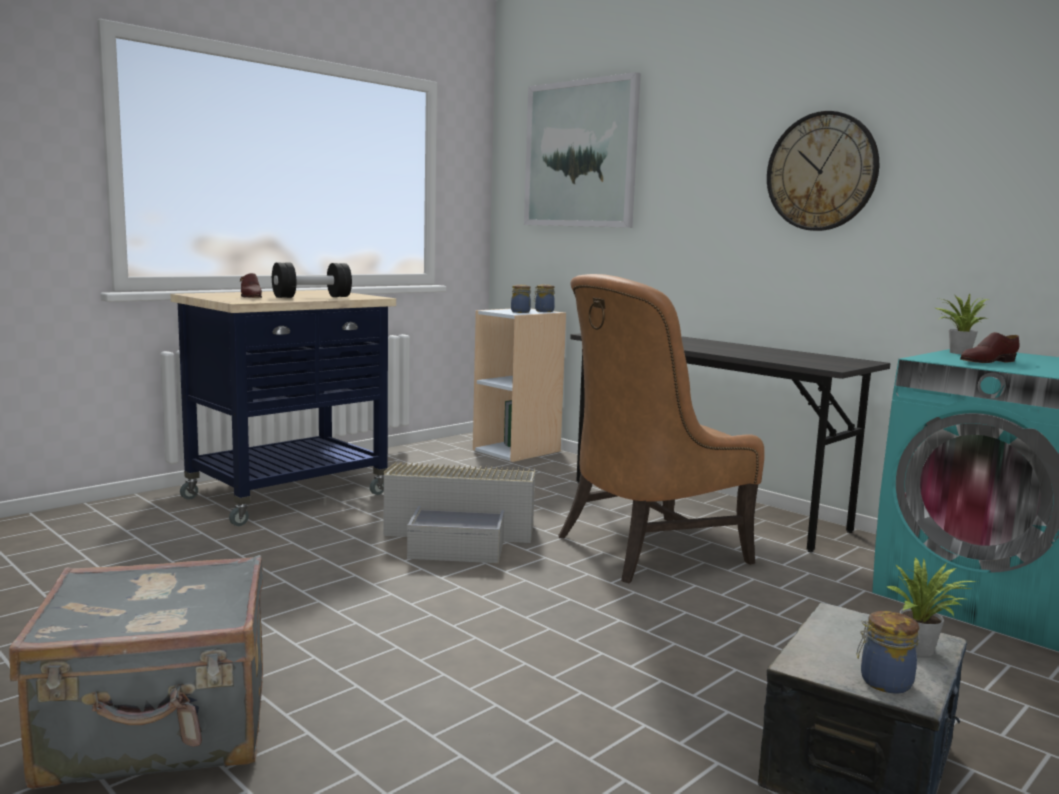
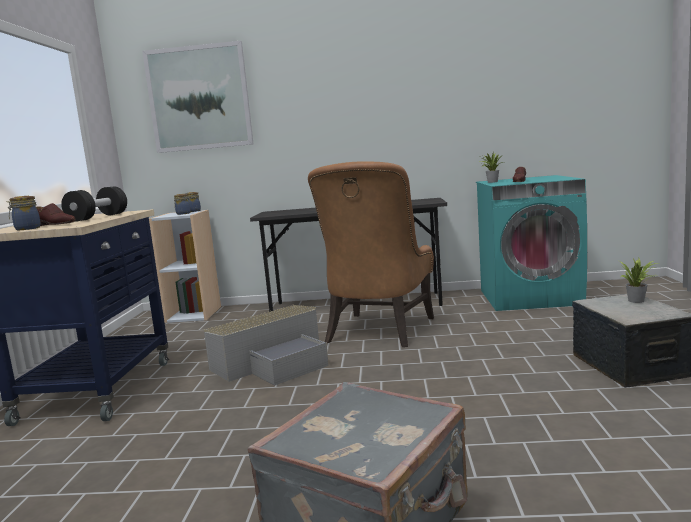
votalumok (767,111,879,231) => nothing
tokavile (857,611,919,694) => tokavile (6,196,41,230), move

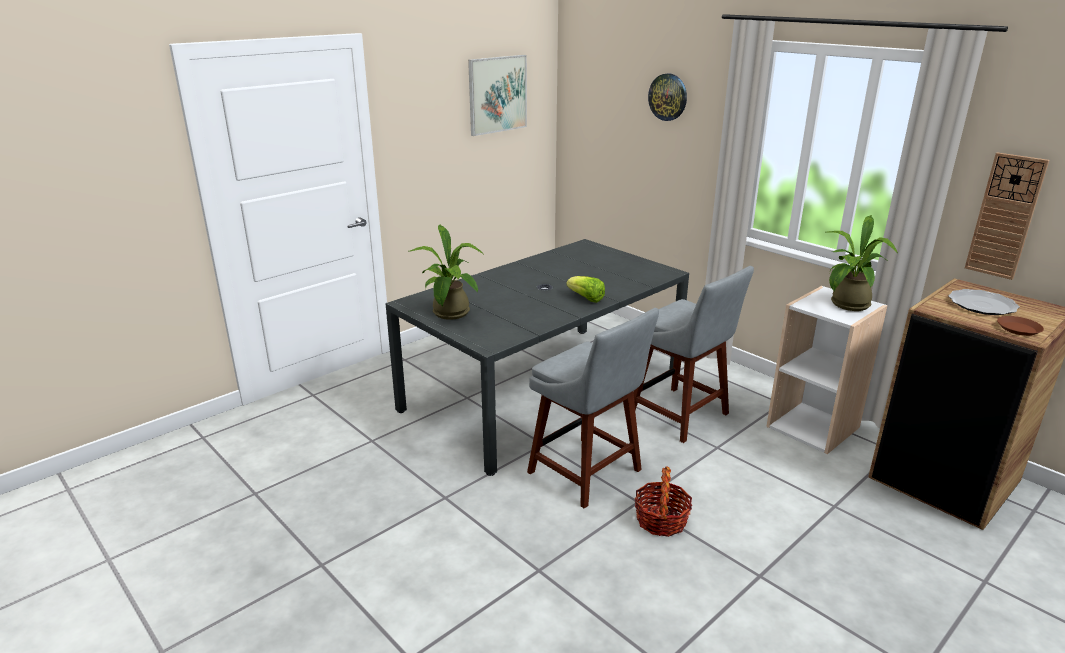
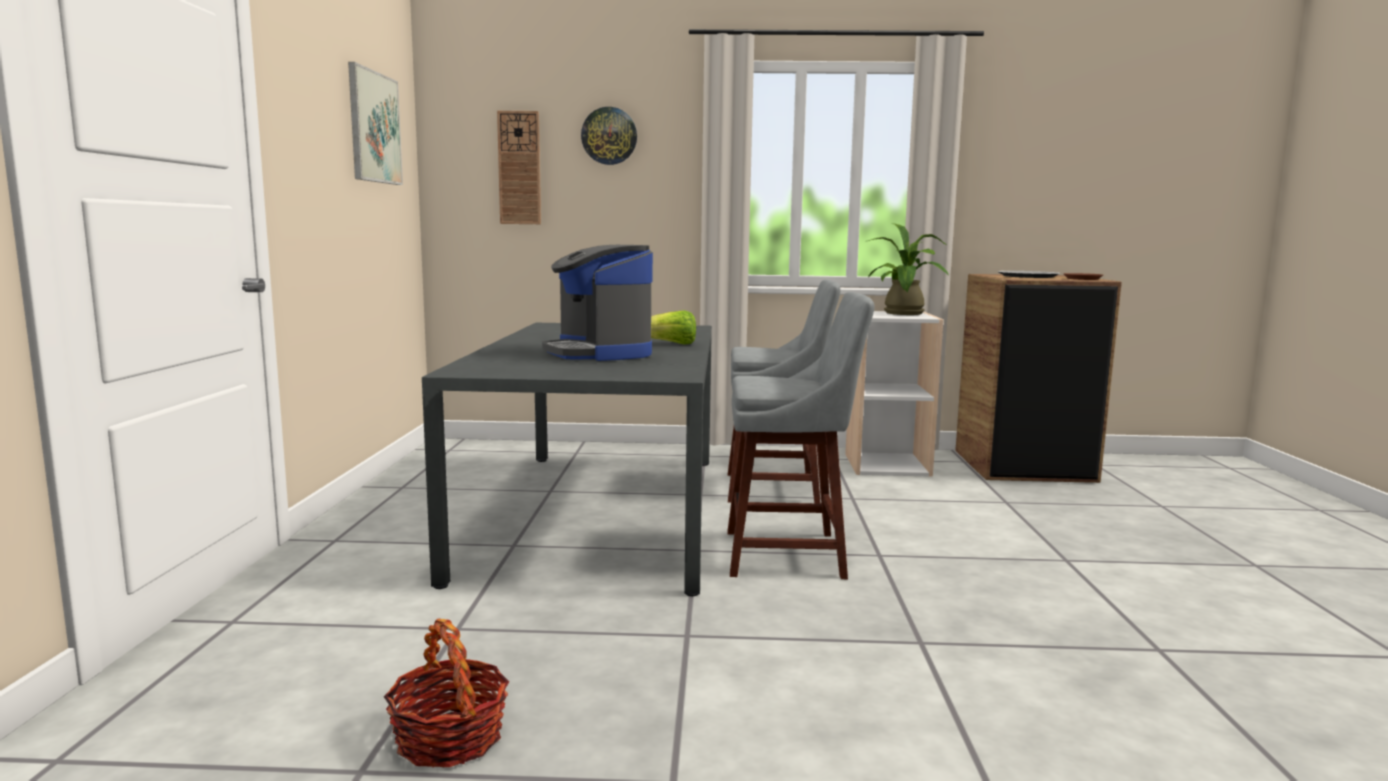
votalumok (965,152,1049,280) => votalumok (497,111,541,224), move
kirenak (408,224,483,320) => nothing
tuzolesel (634,466,692,537) => tuzolesel (384,619,509,767), move
nothing => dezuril (542,245,653,361)

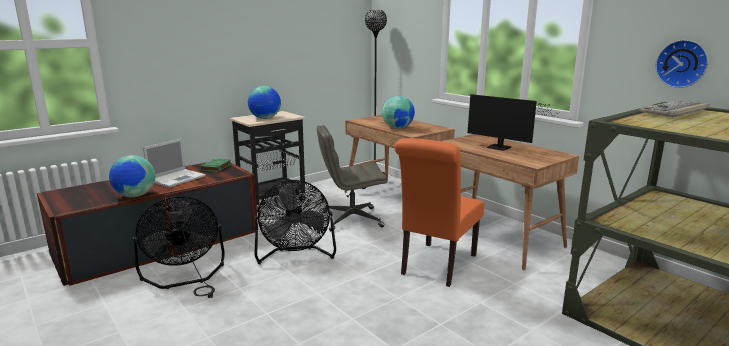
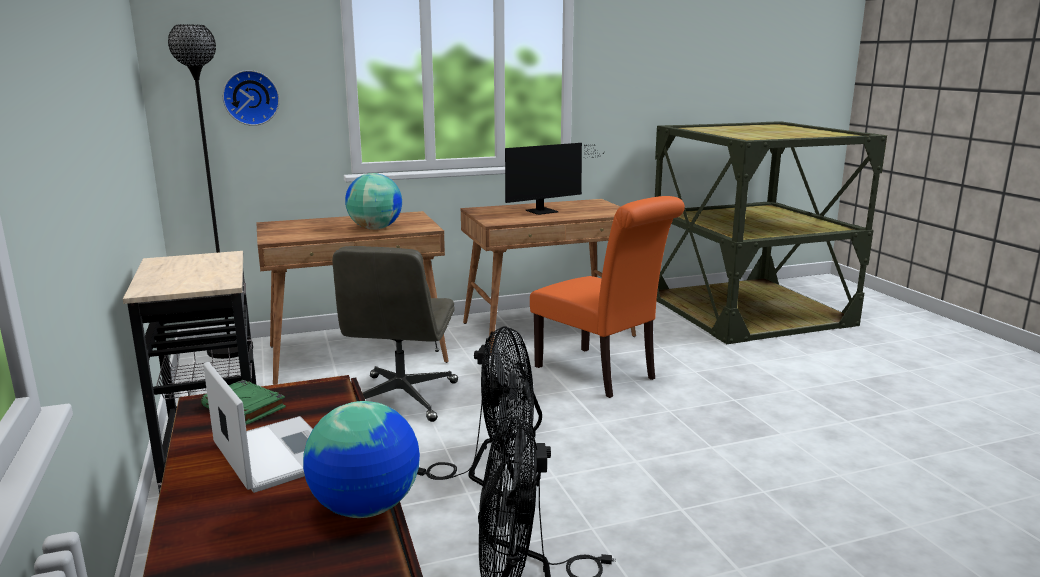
votalumok (655,40,708,88) => votalumok (222,70,280,126), move
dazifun (248,86,281,119) => nothing
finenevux (639,101,710,117) => nothing

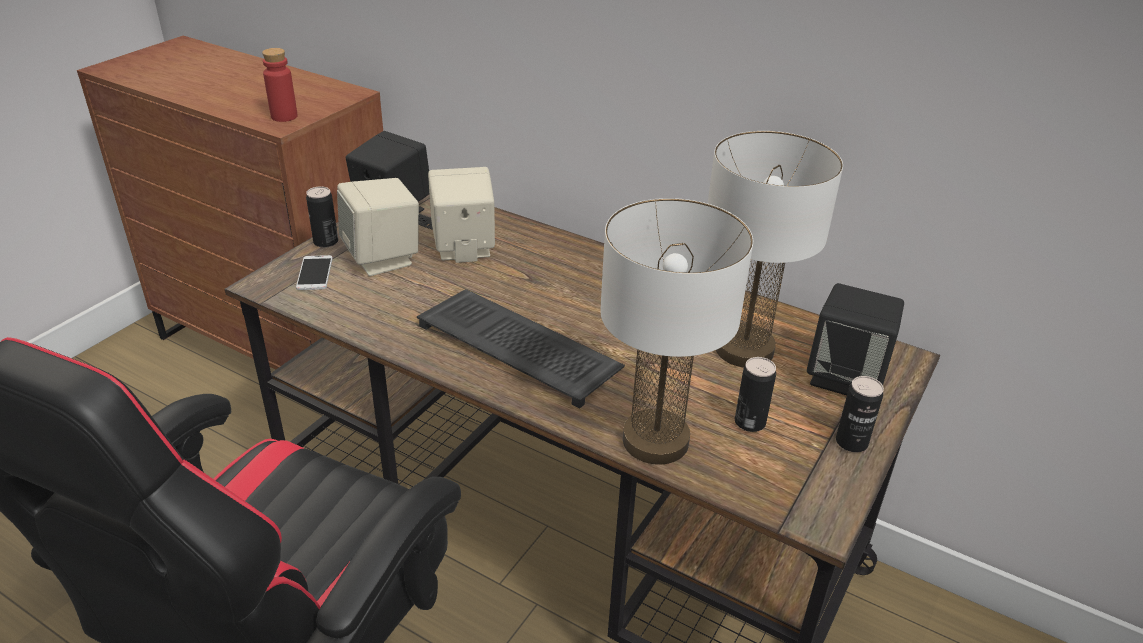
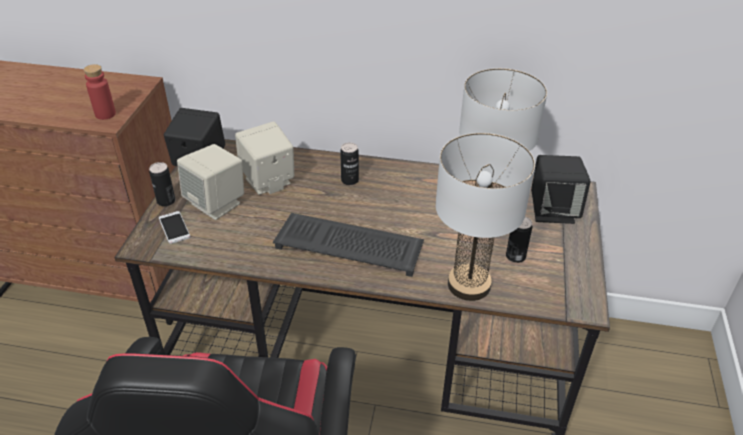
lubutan (836,376,884,452) => lubutan (340,142,359,185), move

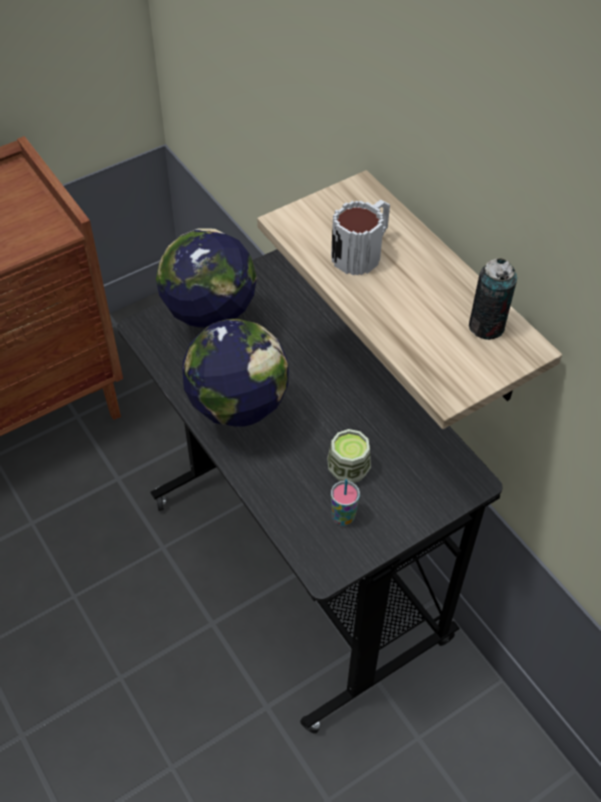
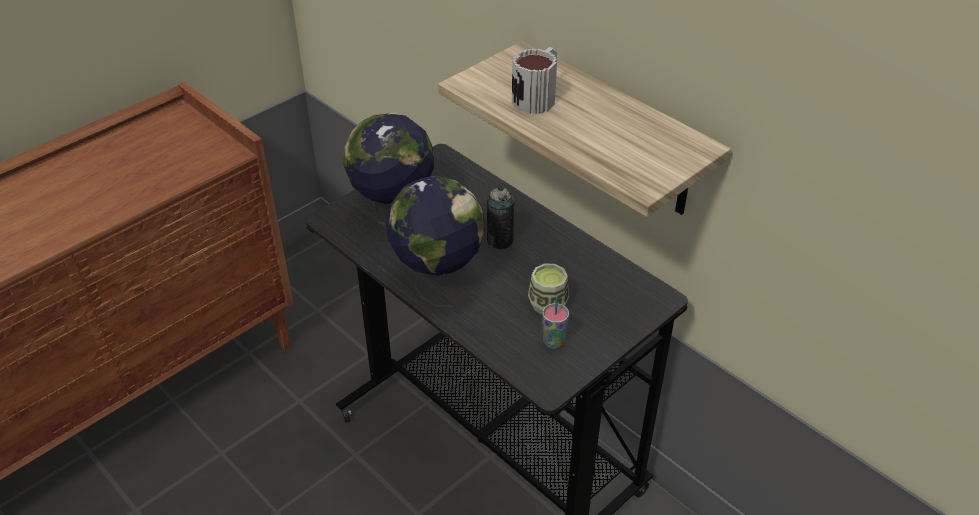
lubutan (469,258,517,340) => lubutan (487,187,514,249), move

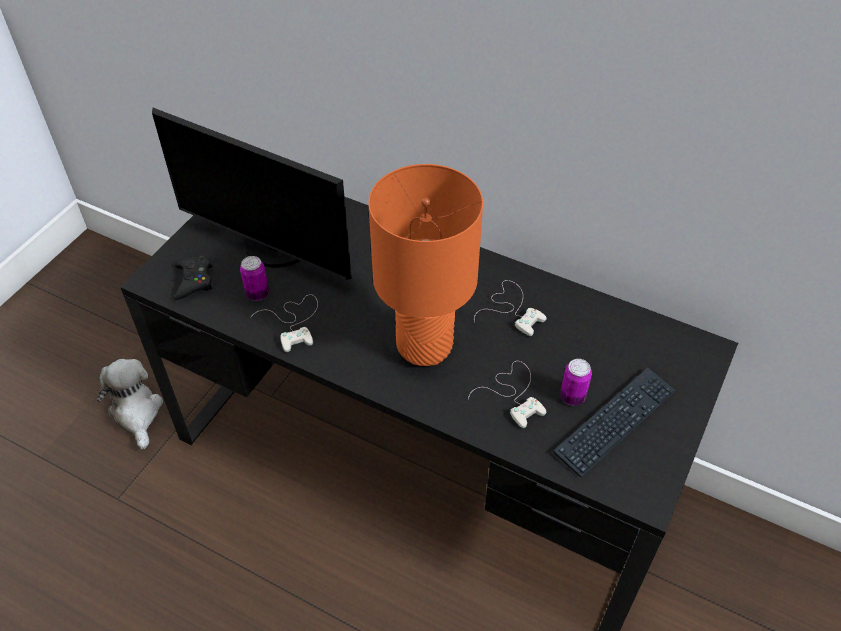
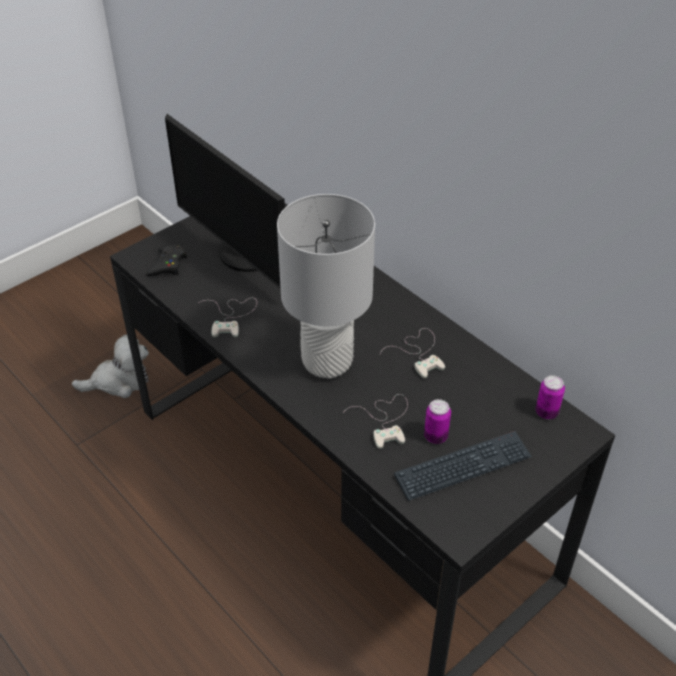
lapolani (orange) (368,164,483,366) => lapolani (grey) (277,194,375,379)
lubutan (240,256,269,301) => lubutan (536,375,565,419), move
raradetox (97,359,163,450) => raradetox (72,335,149,398), 75 degrees clockwise

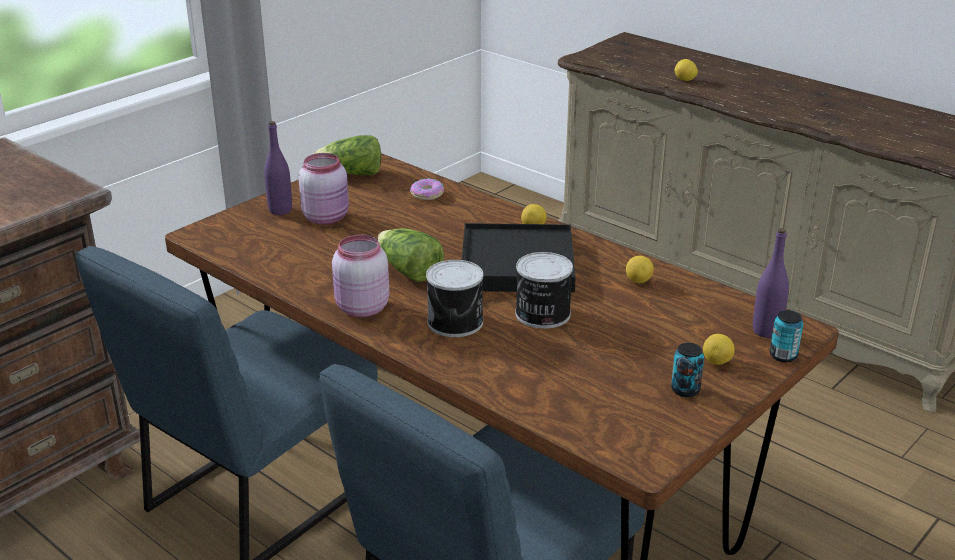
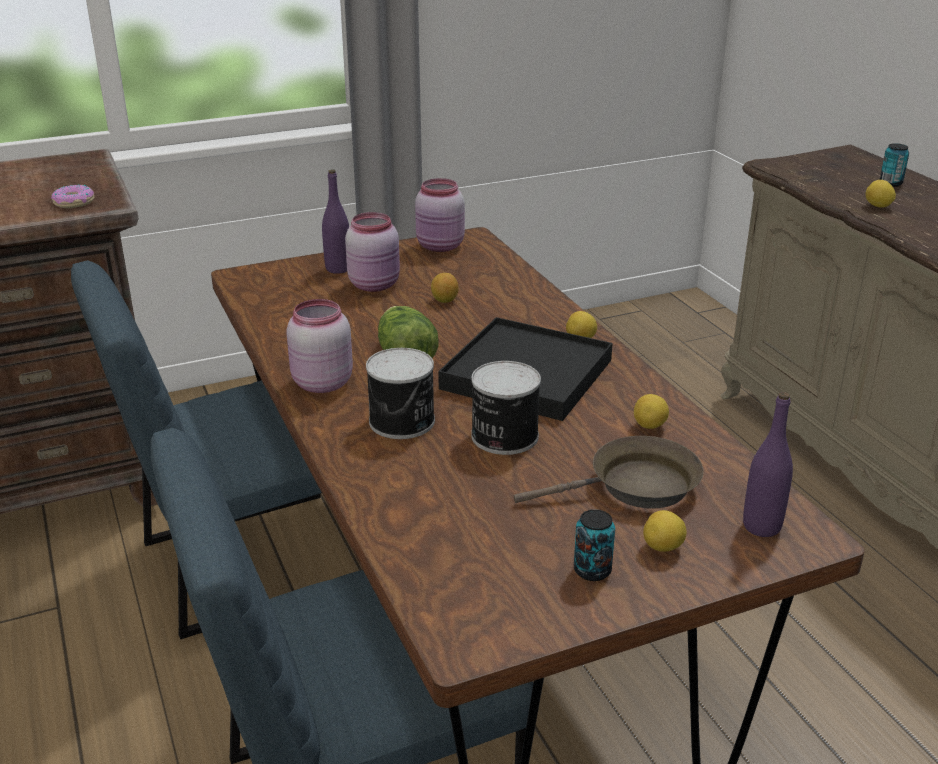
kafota (313,135,381,175) => tokavile (pink) (415,178,465,252)
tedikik (410,178,444,200) => tedikik (51,184,94,208), move
lubutan (770,310,803,362) => lubutan (880,143,909,187), move
nothing => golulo (431,273,459,303)
nothing => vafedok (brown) (514,436,704,509)

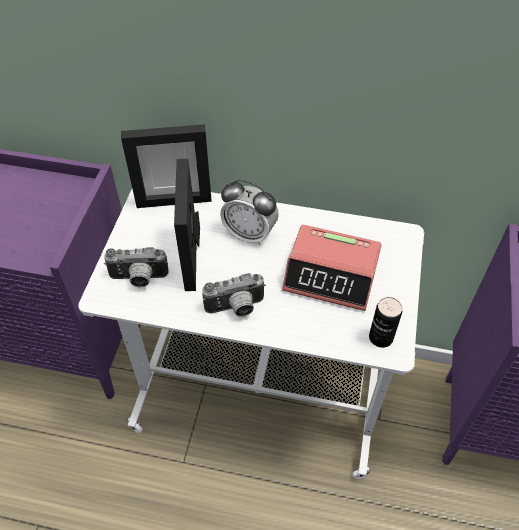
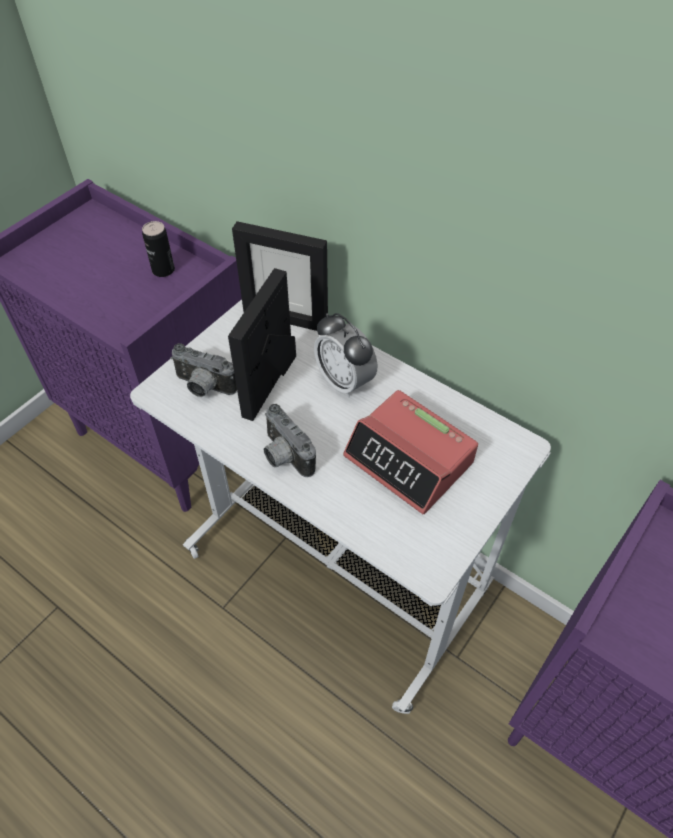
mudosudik (202,273,266,317) => mudosudik (264,404,316,477), 45 degrees clockwise
lubutan (369,297,402,348) => lubutan (142,221,175,277), move

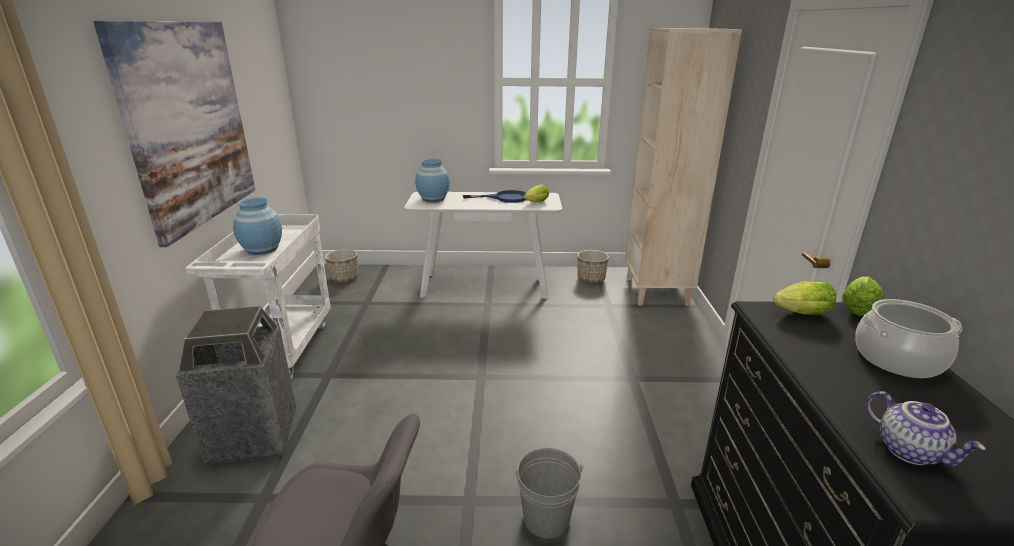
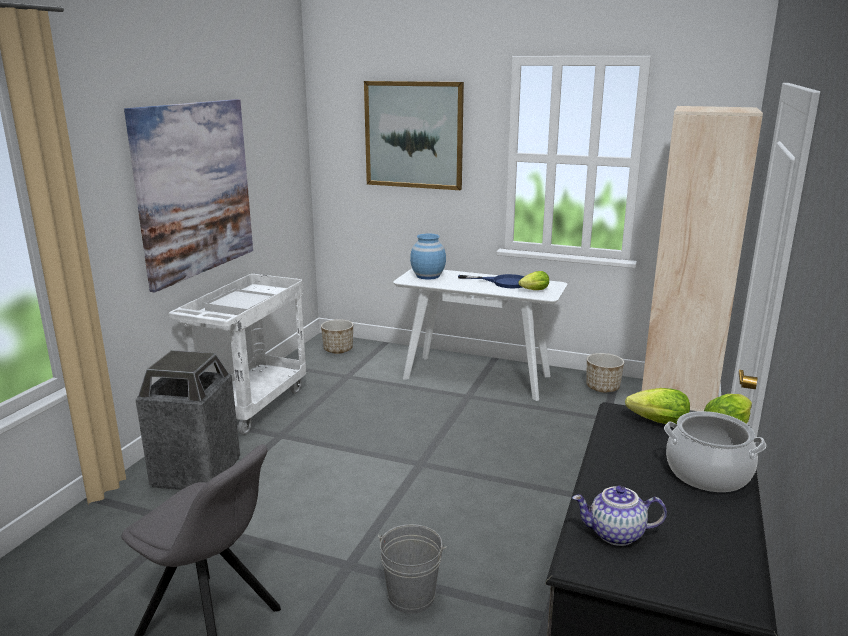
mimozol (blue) (233,198,282,255) => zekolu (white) (204,289,276,315)
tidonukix (865,391,986,466) => tidonukix (572,486,667,546), 105 degrees clockwise
nothing => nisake (364,81,464,190)

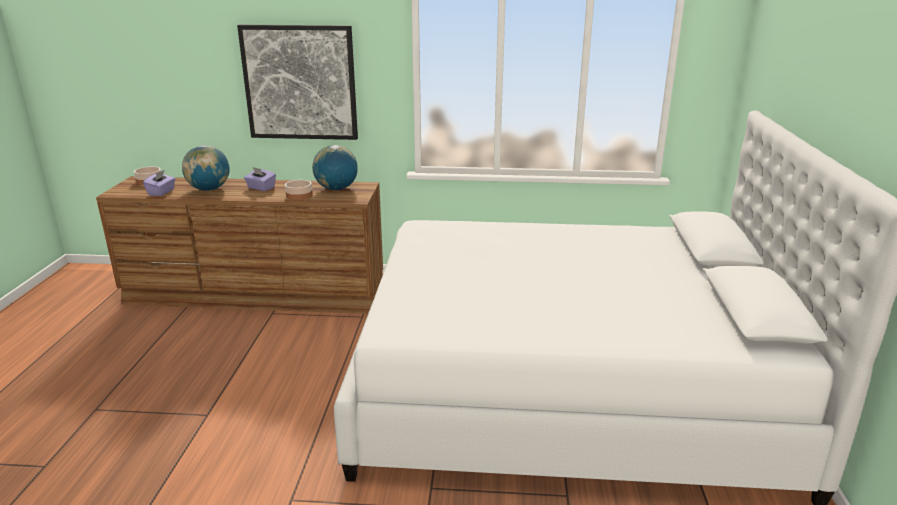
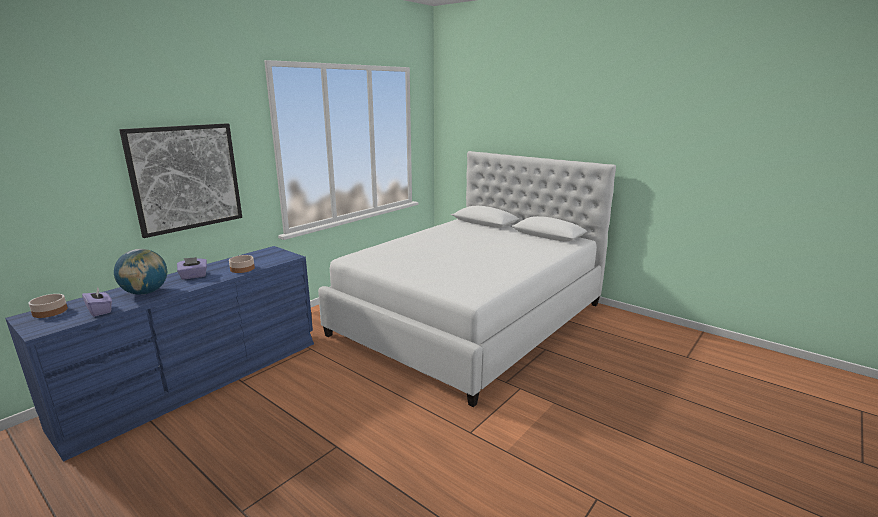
dazifun (312,145,358,190) => nothing
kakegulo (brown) (96,176,383,314) => kakegulo (blue) (5,246,314,462)

